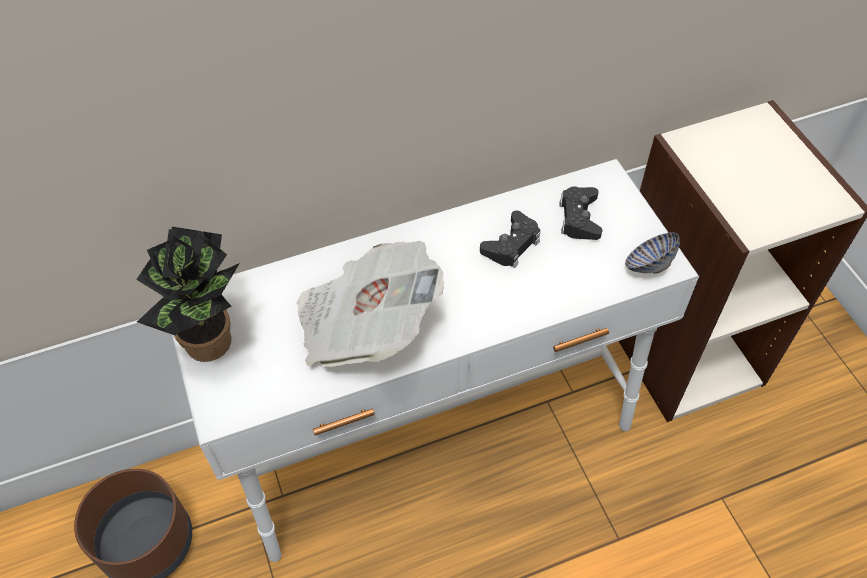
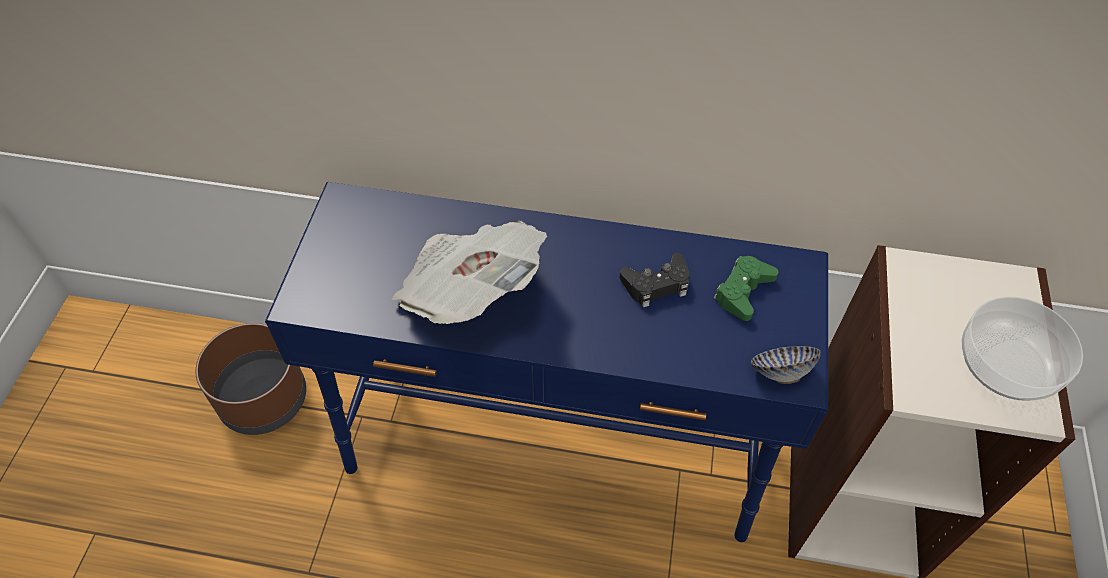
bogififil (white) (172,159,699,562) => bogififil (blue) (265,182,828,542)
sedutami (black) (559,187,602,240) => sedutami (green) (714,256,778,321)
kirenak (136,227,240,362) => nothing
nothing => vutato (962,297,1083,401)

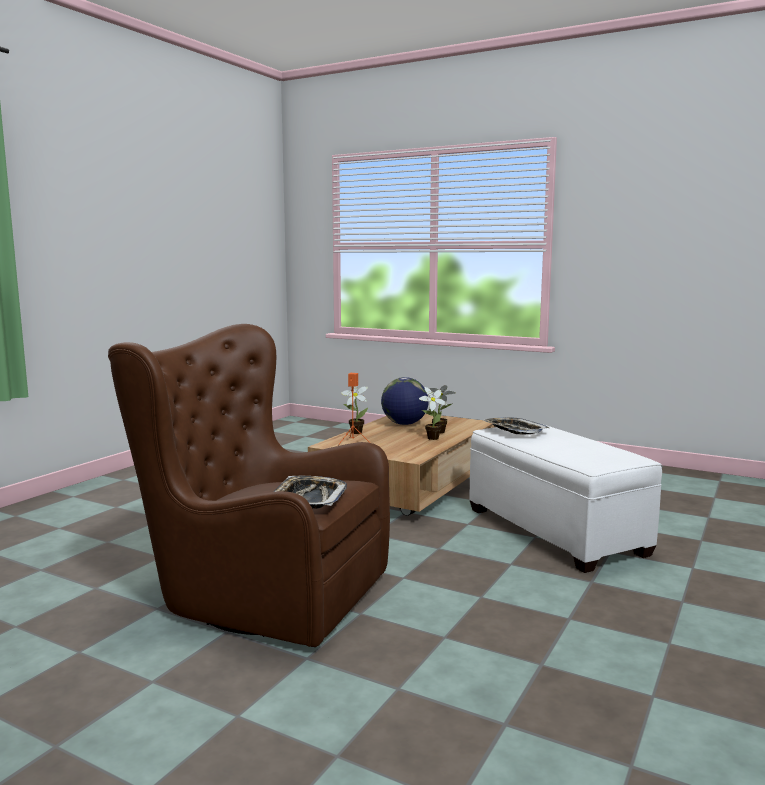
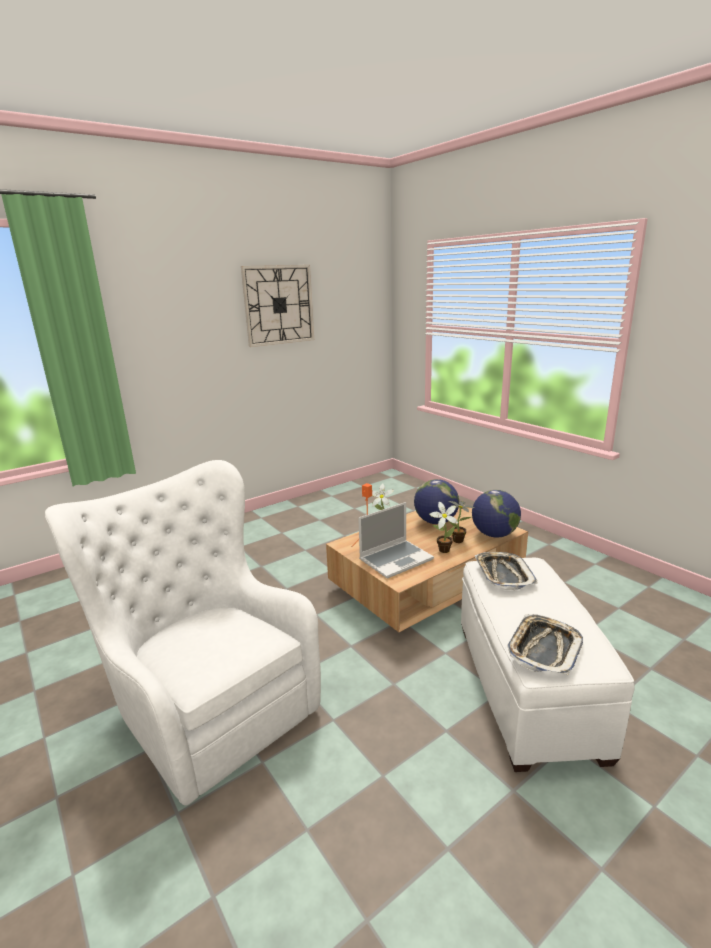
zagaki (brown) (108,324,390,647) => zagaki (white) (45,460,321,806)
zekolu (273,476,347,509) => zekolu (508,614,583,675), move
nothing => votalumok (241,265,314,347)
nothing => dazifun (472,490,521,538)
nothing => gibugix (358,502,434,579)

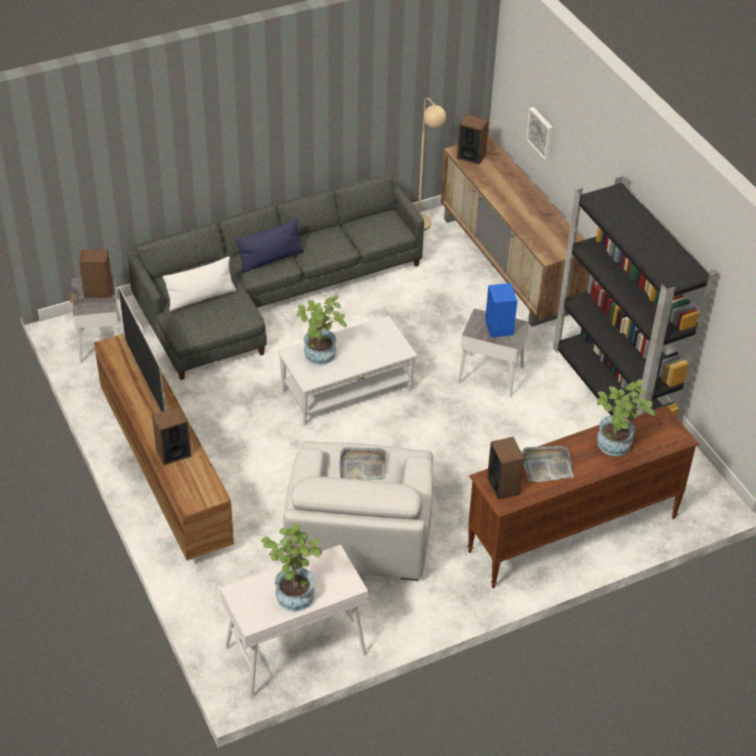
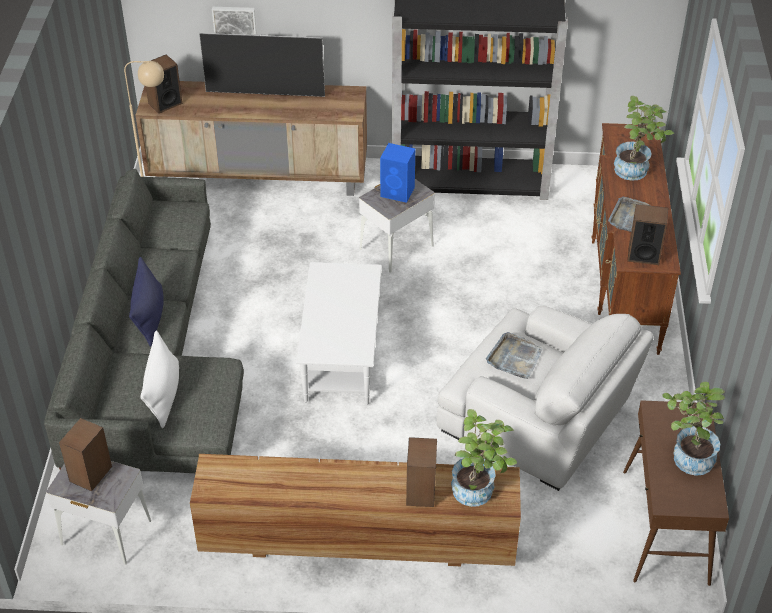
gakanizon (118,287,167,412) => gakanizon (199,33,325,97), move
kirenak (297,295,347,365) => kirenak (451,409,517,507), move
bogififil (white) (220,544,368,699) => bogififil (brown) (623,400,729,586)

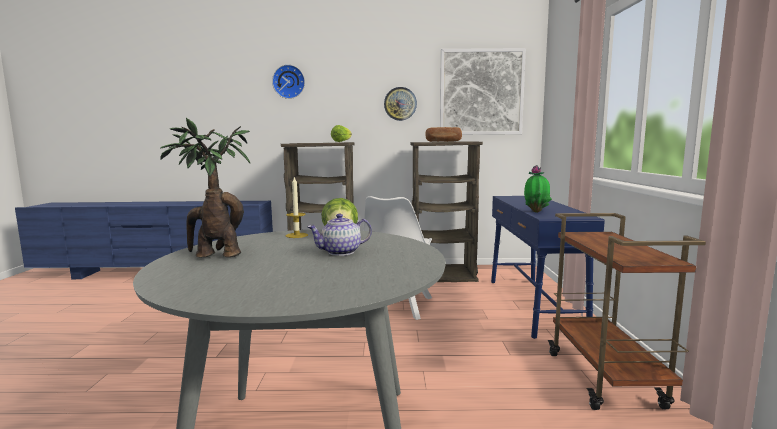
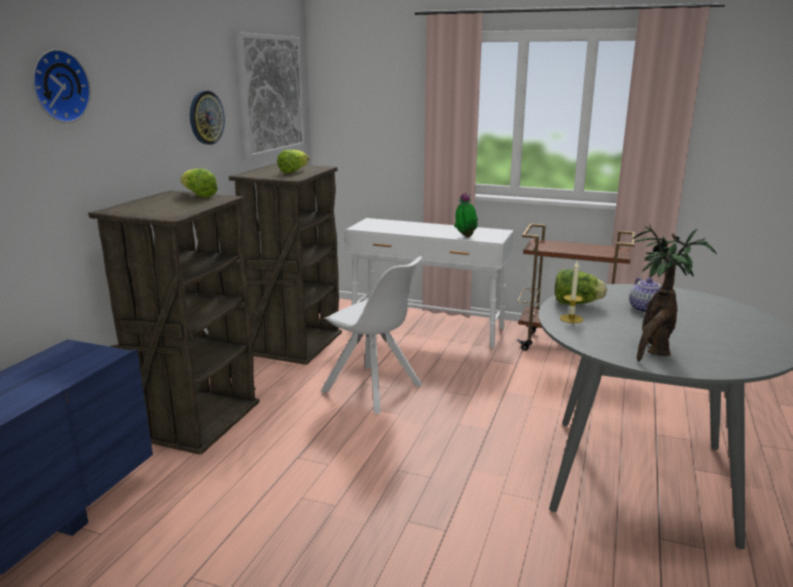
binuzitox (425,127,462,142) => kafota (277,149,309,173)
bogififil (blue) (491,196,605,339) => bogififil (white) (345,218,513,348)

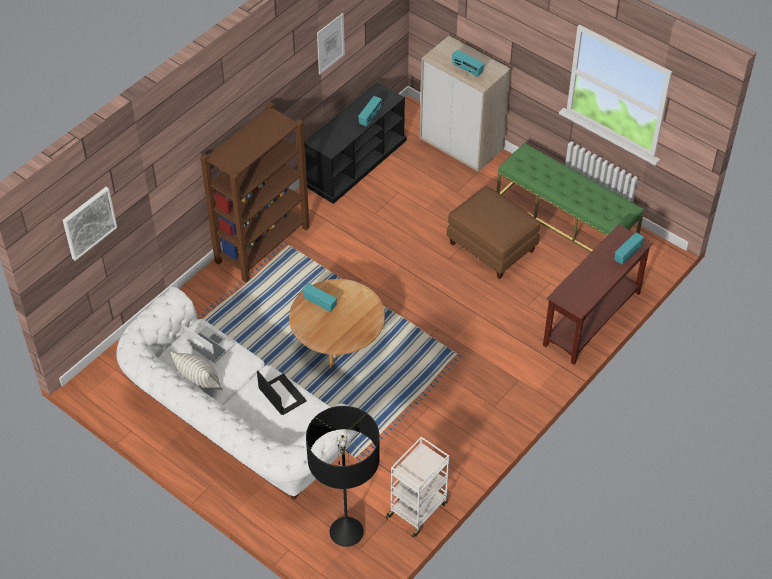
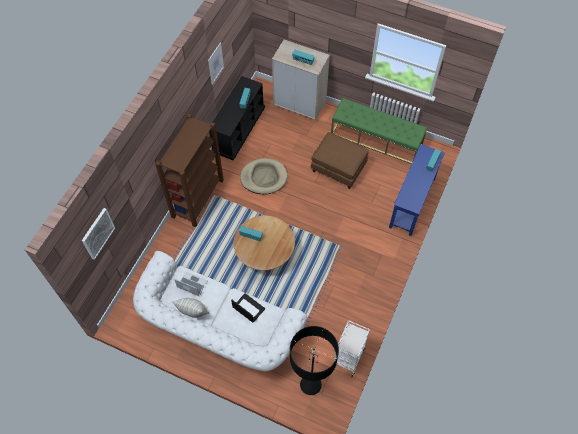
bogififil (brown) (543,224,653,365) => bogififil (blue) (389,144,445,236)
nothing => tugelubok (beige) (240,158,288,194)

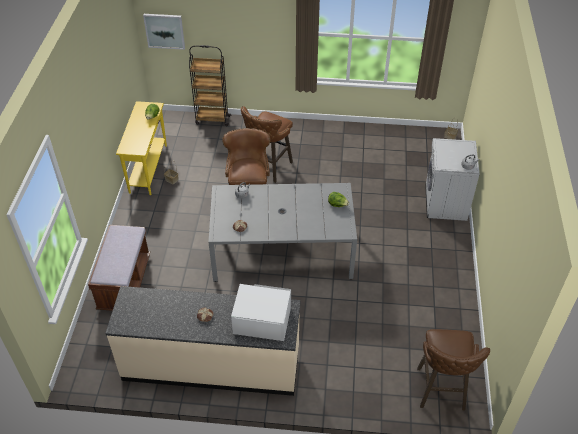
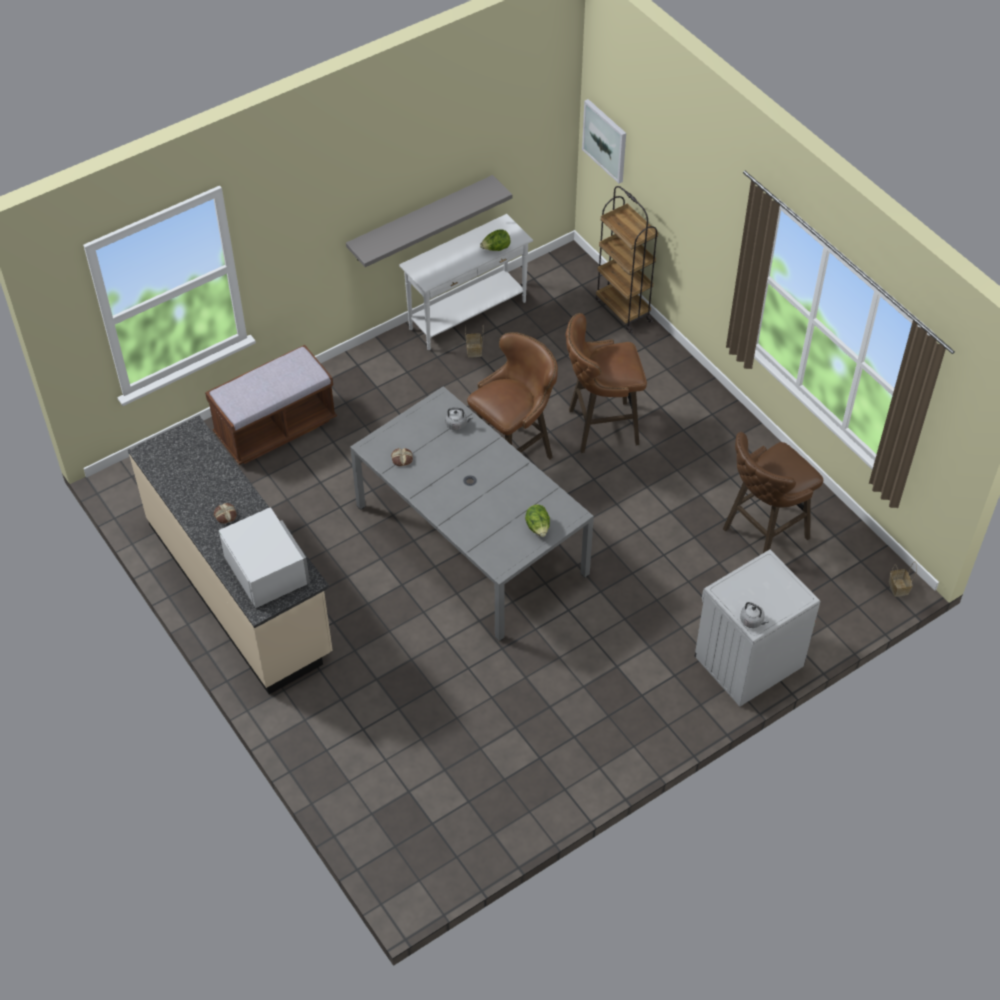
bogififil (yellow) (116,101,167,195) => bogififil (white) (399,214,533,350)
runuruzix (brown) (417,329,490,410) => runuruzix (brown) (723,432,823,553), move
nothing => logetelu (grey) (346,175,512,267)

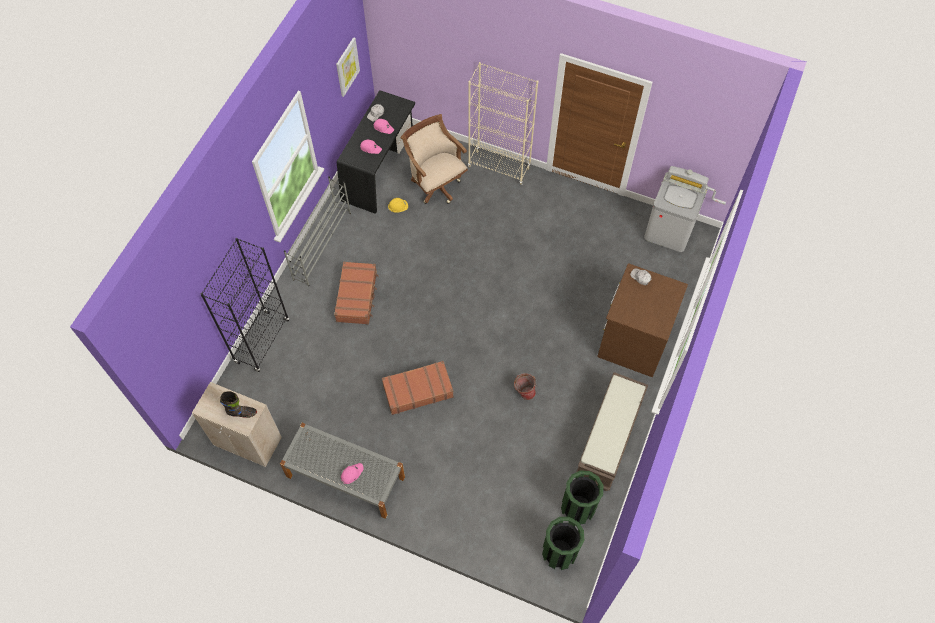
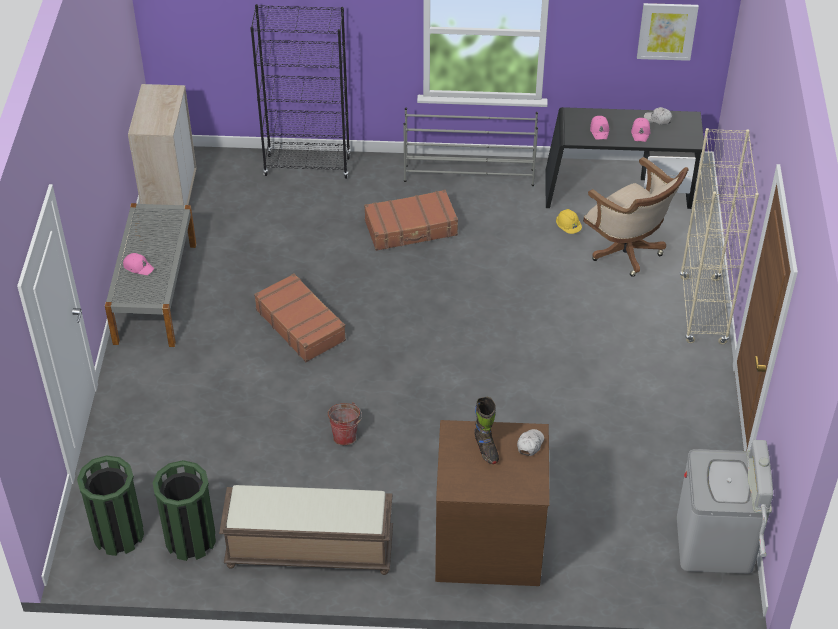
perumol (400,114,468,204) => perumol (583,157,689,277), 105 degrees clockwise
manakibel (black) (220,391,257,418) => manakibel (black) (474,397,499,464), move

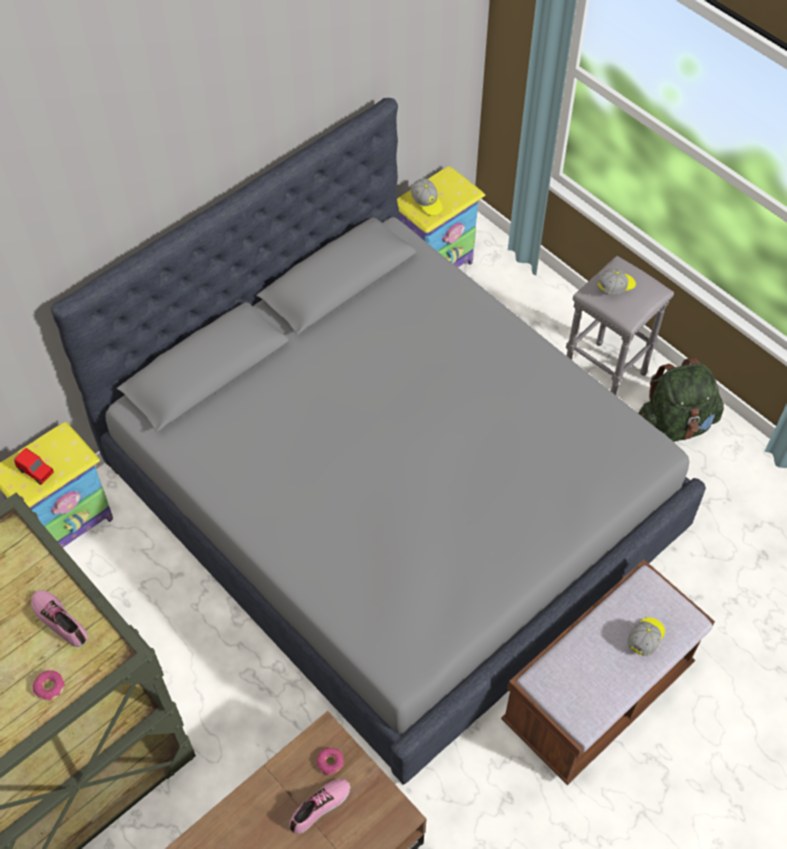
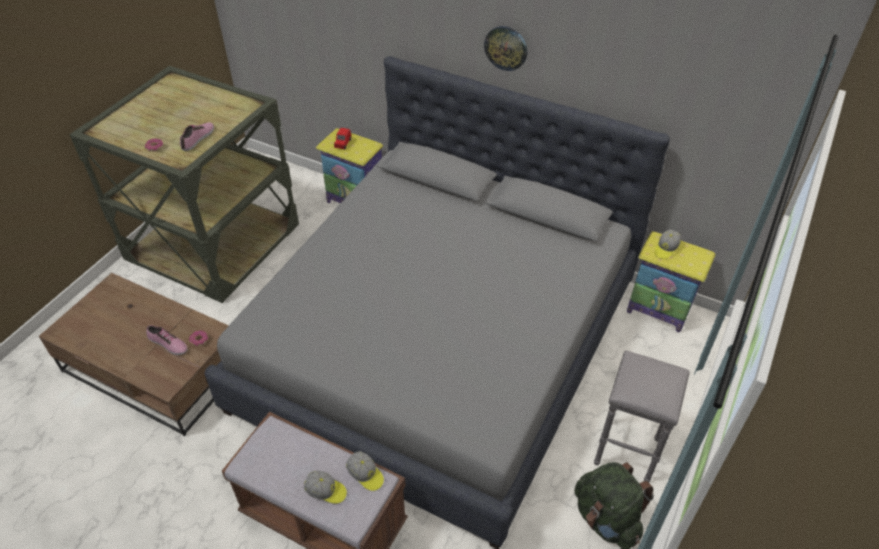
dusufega (597,268,636,294) => dusufega (346,451,384,491), move
nothing => votalumok (484,26,527,71)

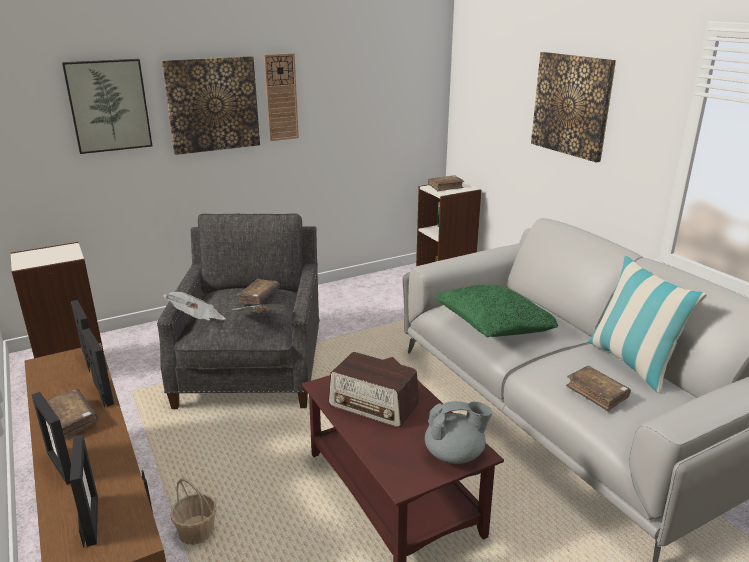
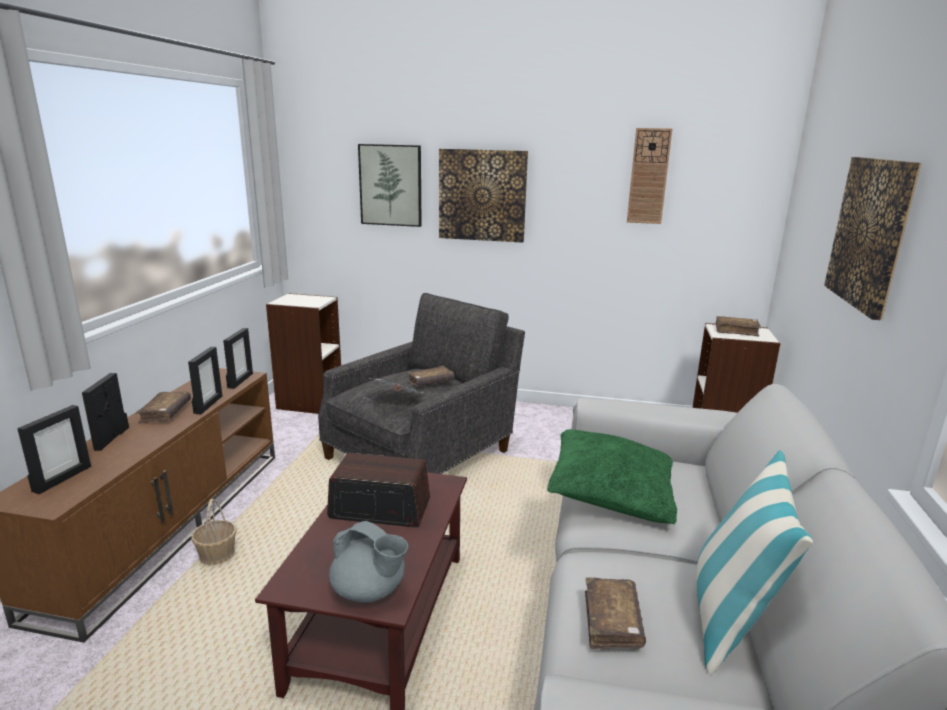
votalumok (264,53,299,141) => votalumok (627,128,672,224), move
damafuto (163,292,226,320) => nothing
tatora (328,352,419,427) => tatora (327,453,430,527), 120 degrees clockwise

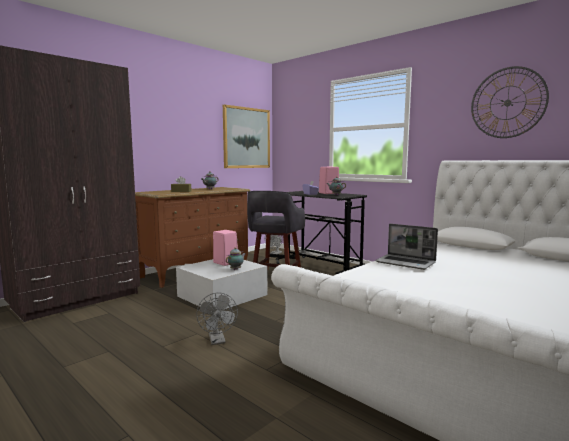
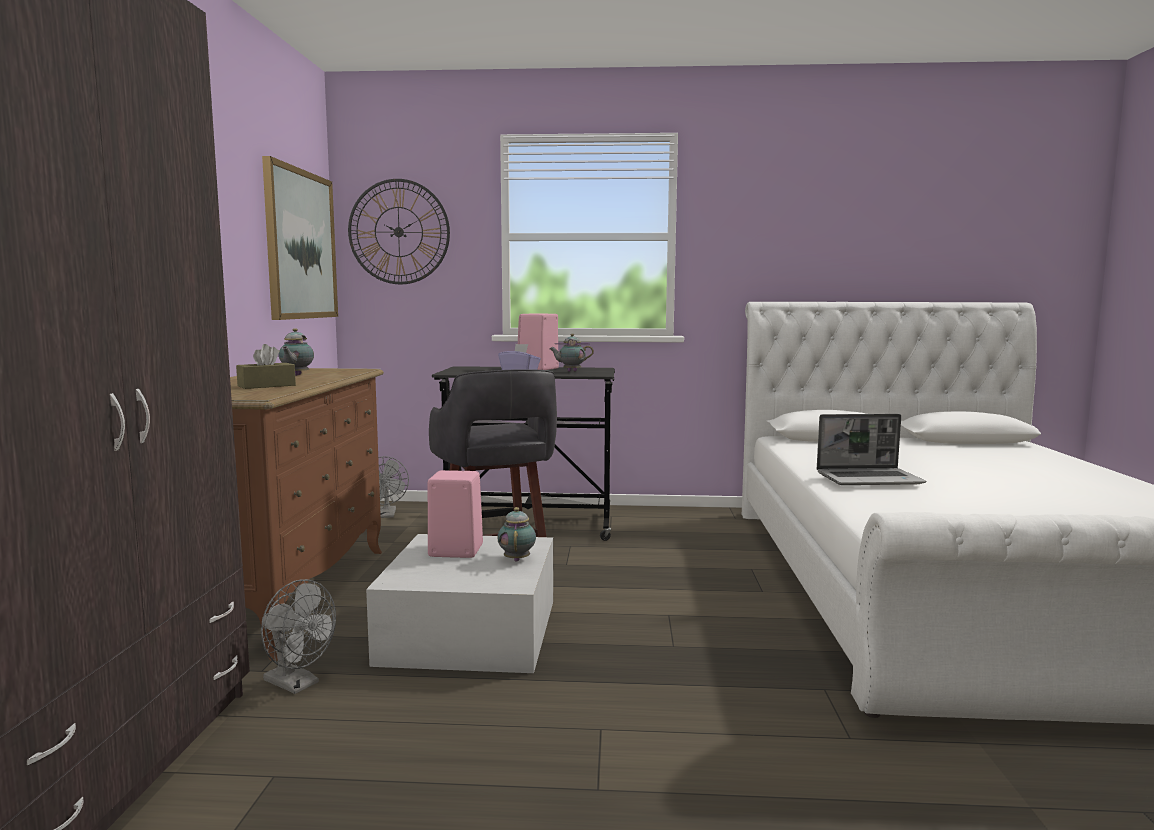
votalumok (471,66,549,138) => votalumok (348,179,450,285), move
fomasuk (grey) (196,293,238,345) => fomasuk (grey) (261,579,336,694), move

